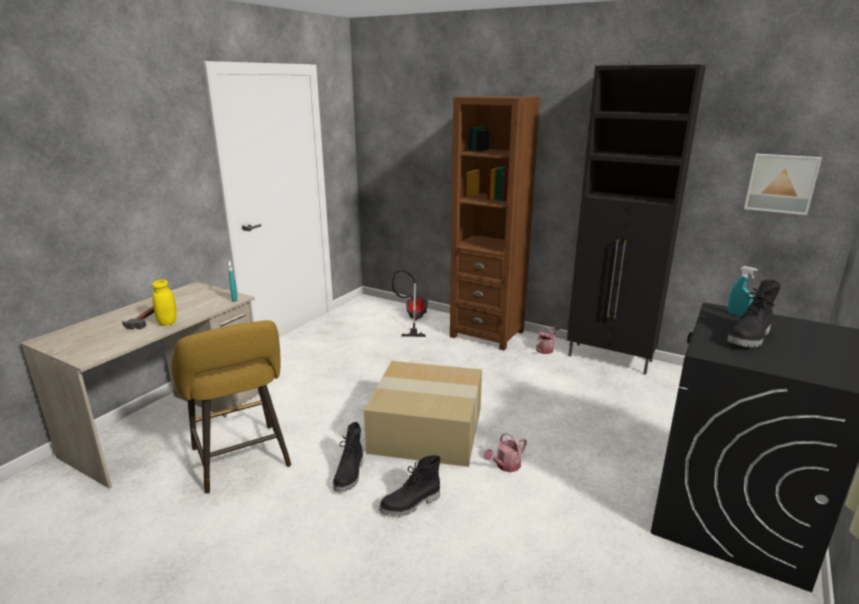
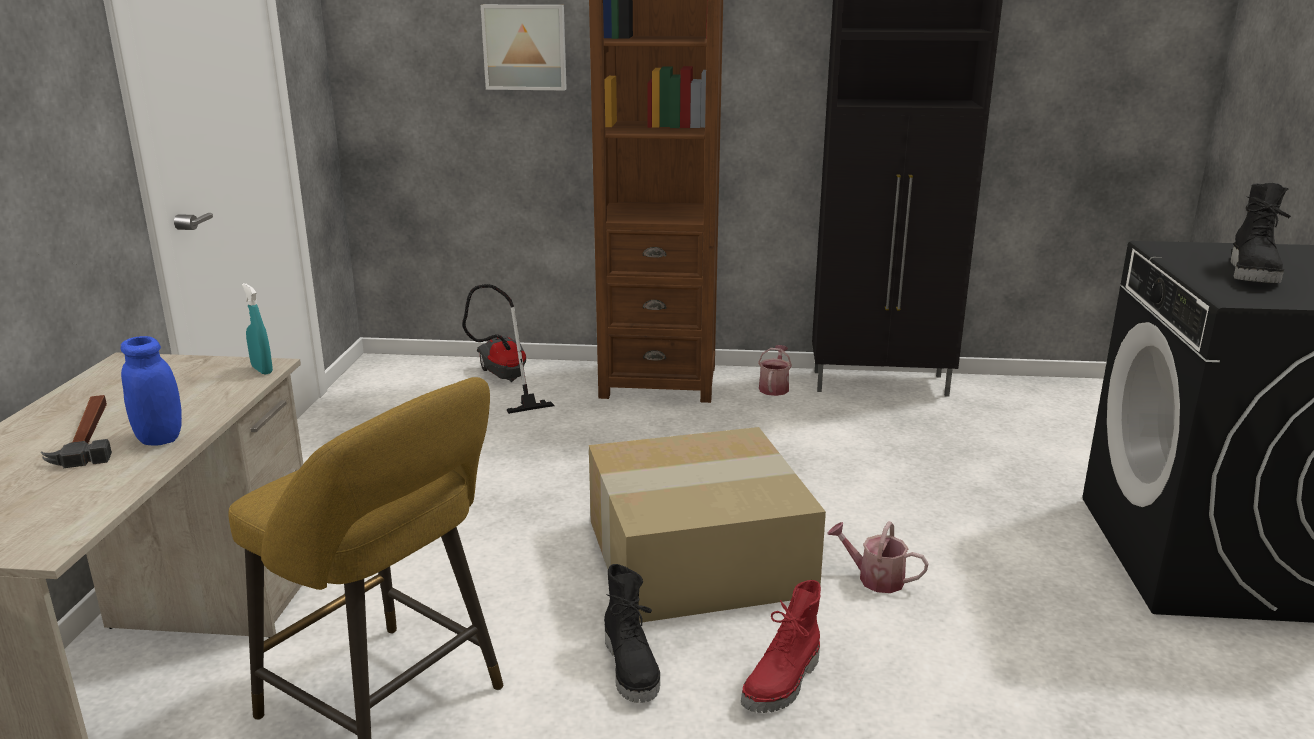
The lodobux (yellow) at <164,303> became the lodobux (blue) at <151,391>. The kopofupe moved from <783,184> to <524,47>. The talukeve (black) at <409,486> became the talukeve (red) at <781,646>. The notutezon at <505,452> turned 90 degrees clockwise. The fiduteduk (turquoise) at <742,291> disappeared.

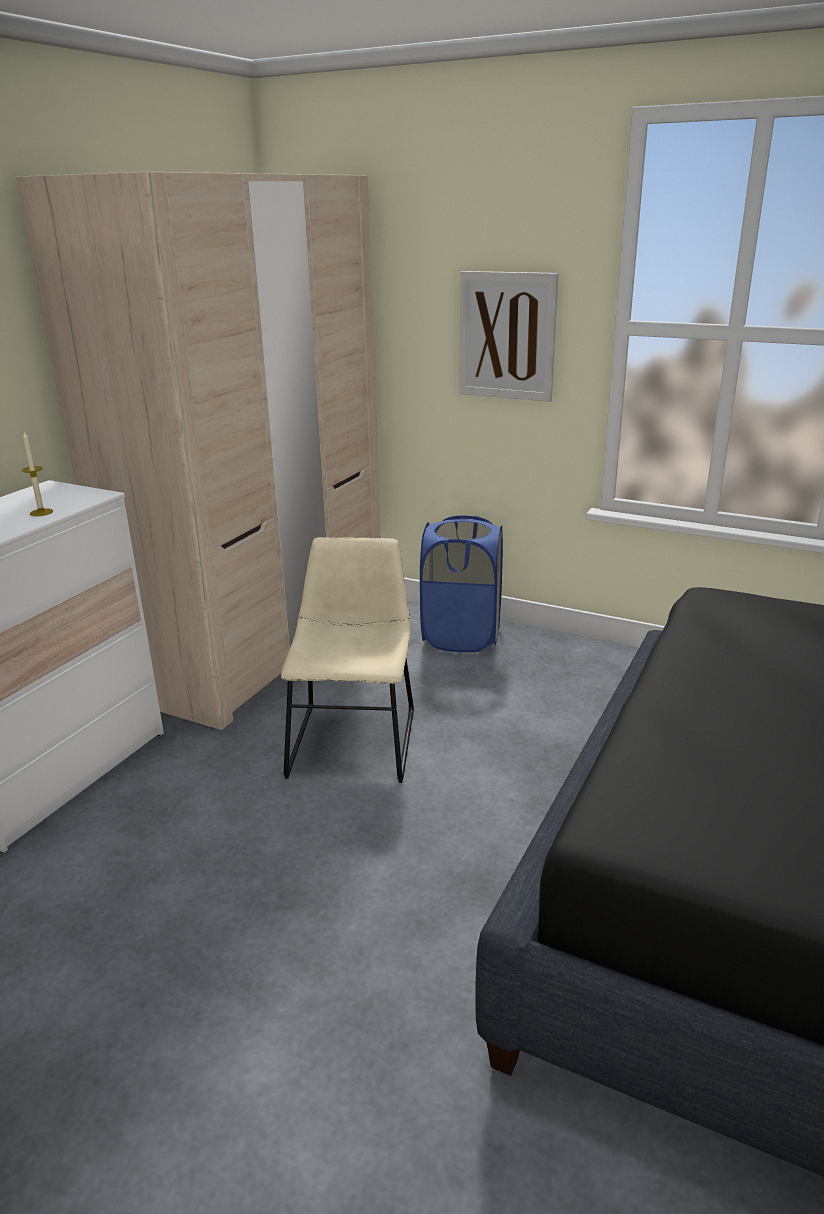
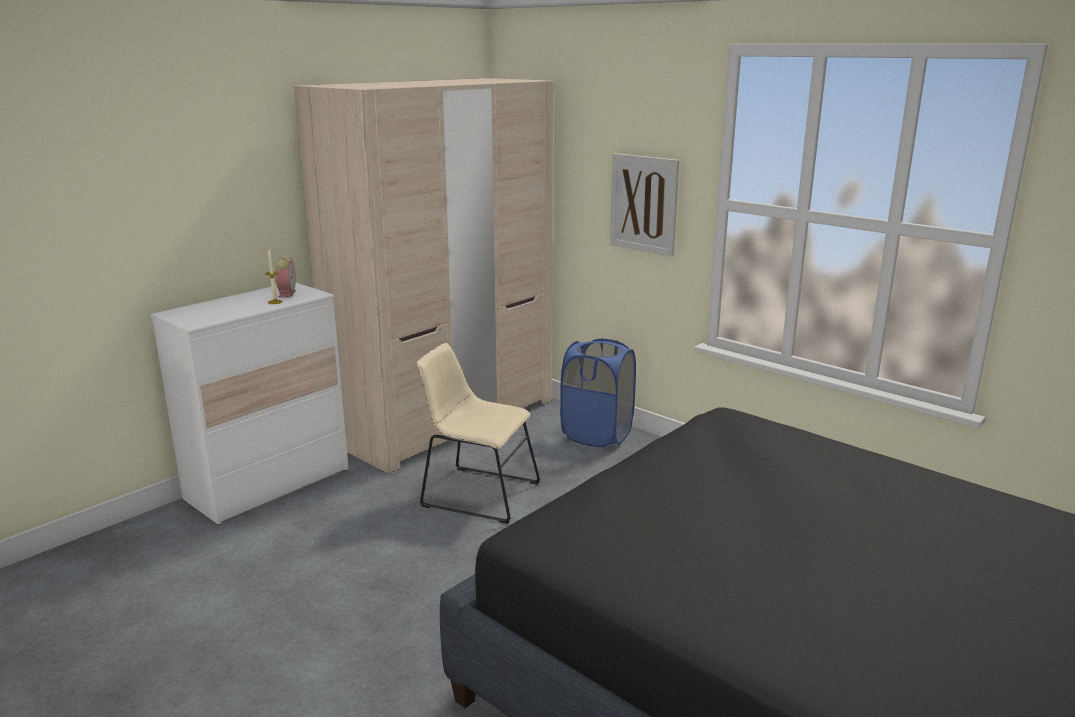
The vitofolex at <285,276> appeared. The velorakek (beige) at <347,660> turned 90 degrees counterclockwise.

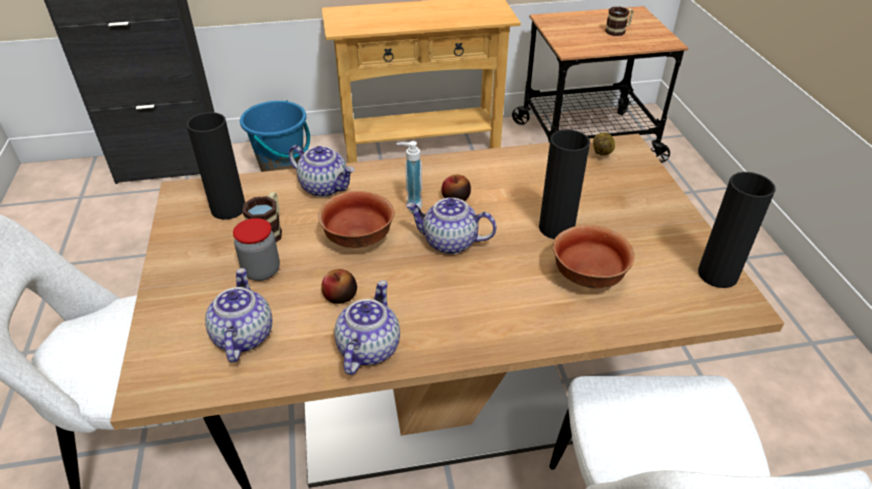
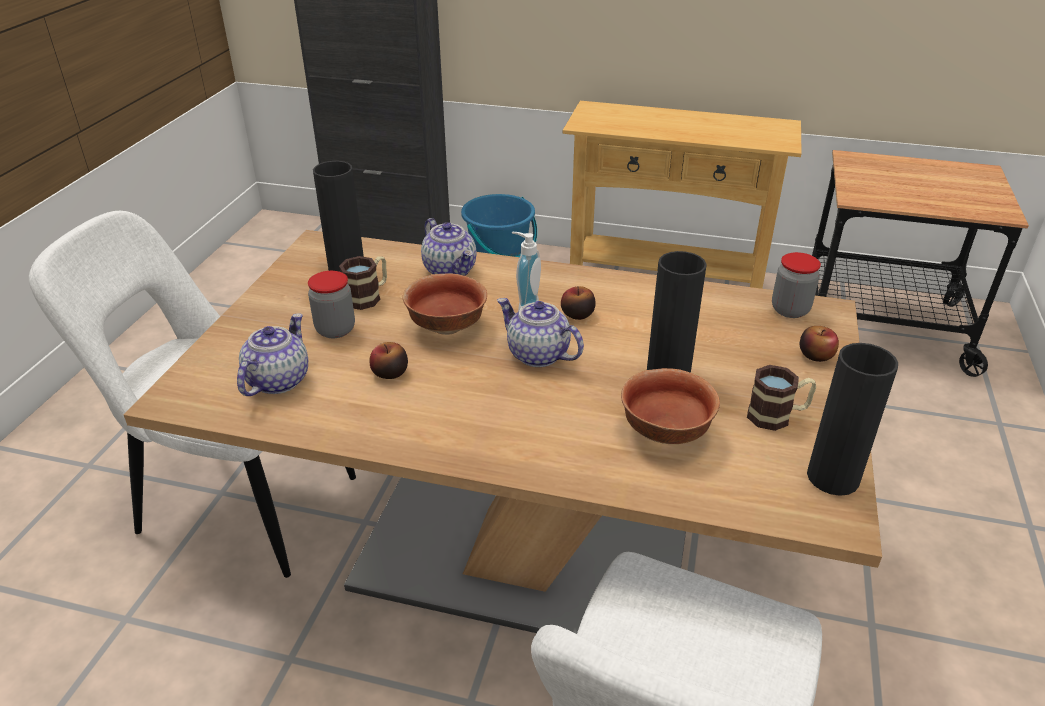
The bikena moved from <619,21> to <781,398>. The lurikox at <604,144> was replaced by the lodobux at <796,285>. The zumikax at <819,344> appeared. The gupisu at <367,327> disappeared.

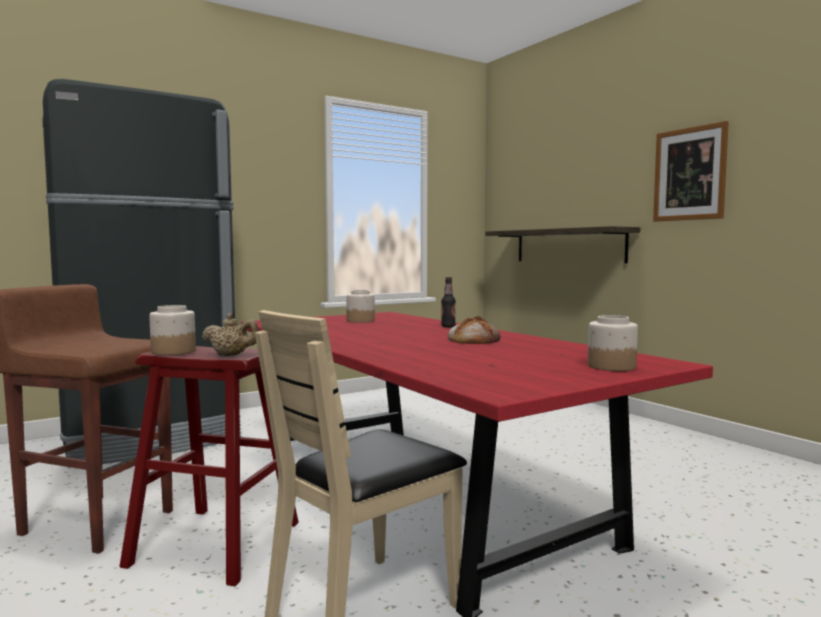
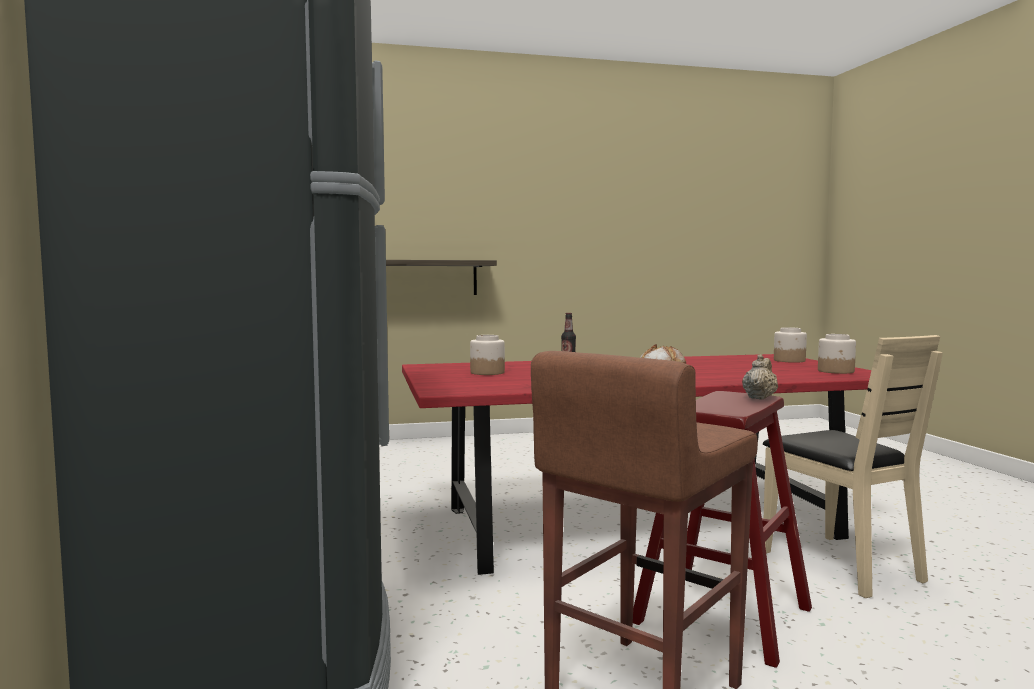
The lodobux moved from <172,330> to <837,354>. The kopofupe at <691,171> disappeared.

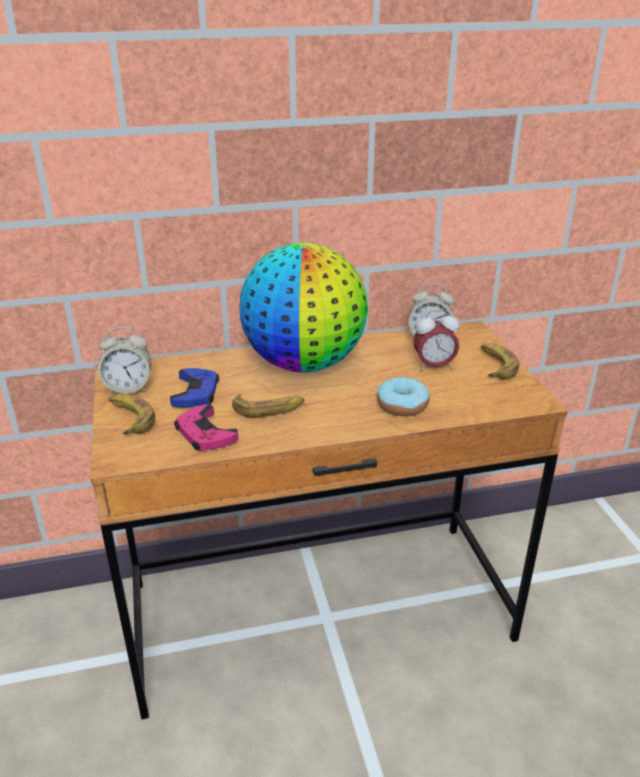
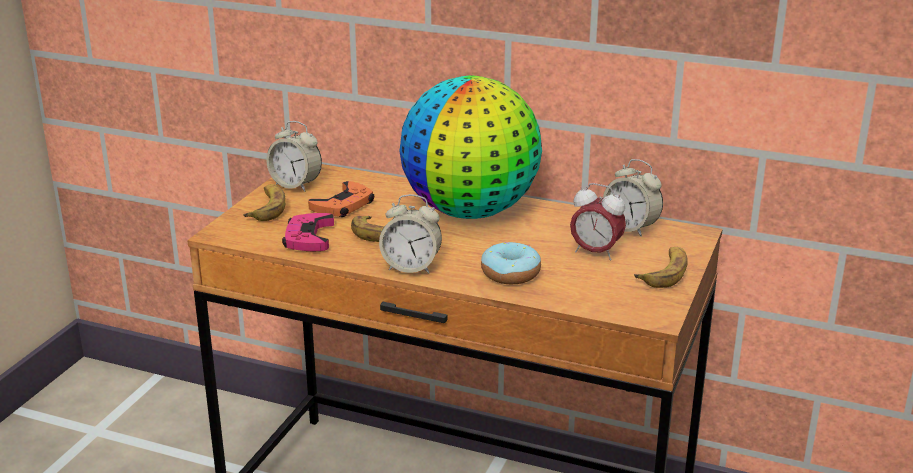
The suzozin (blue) at <194,387> became the suzozin (orange) at <341,199>. The vitofolex at <410,234> appeared.

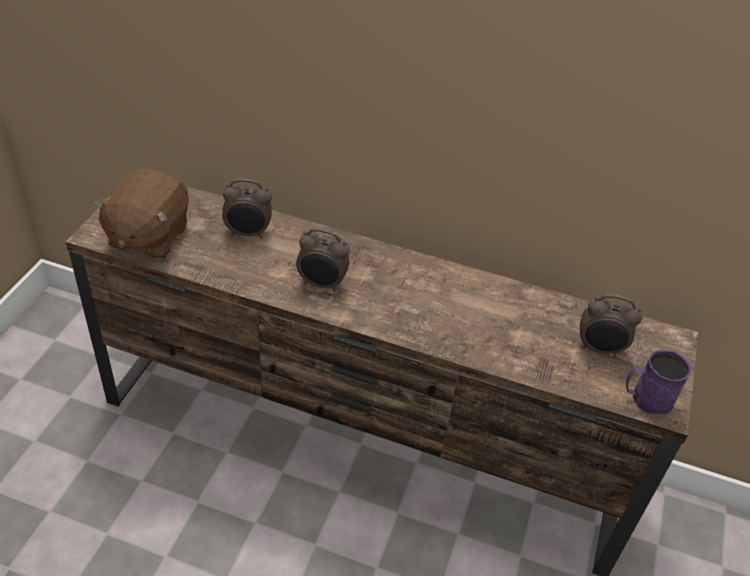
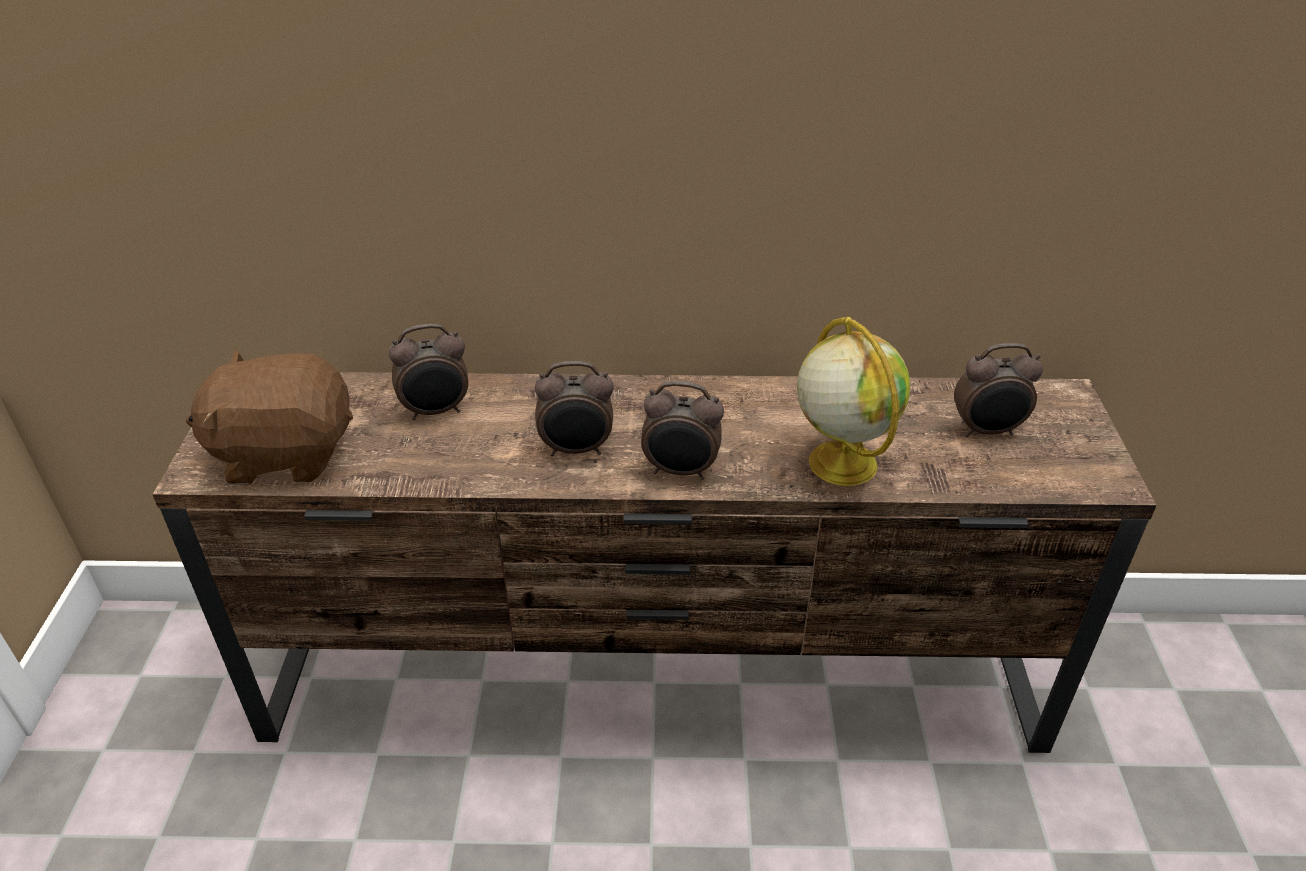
The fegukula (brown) at <141,213> turned 90 degrees clockwise. The vitofolex at <682,430> appeared. The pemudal at <853,401> appeared. The bikena (purple) at <659,382> disappeared.

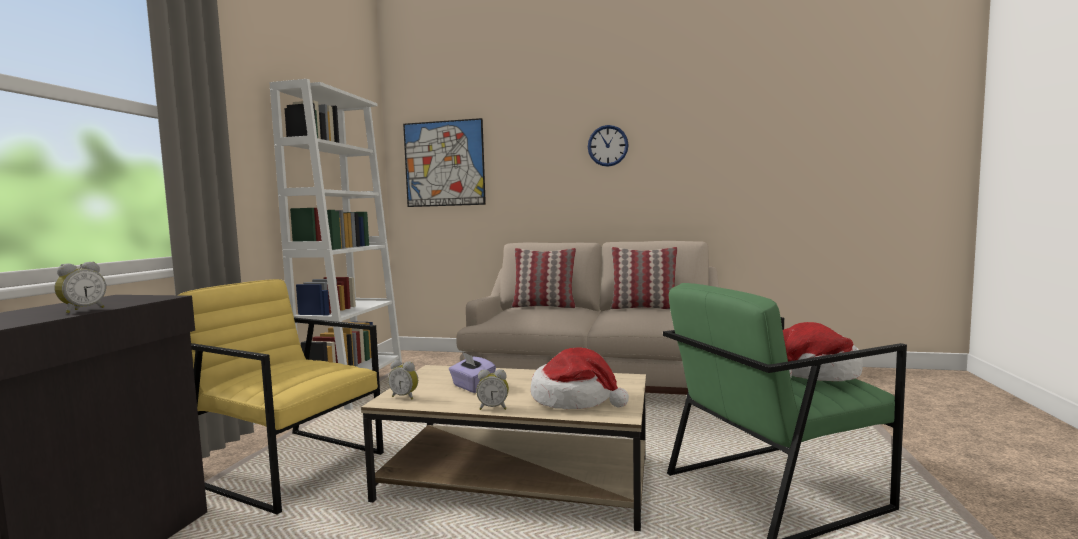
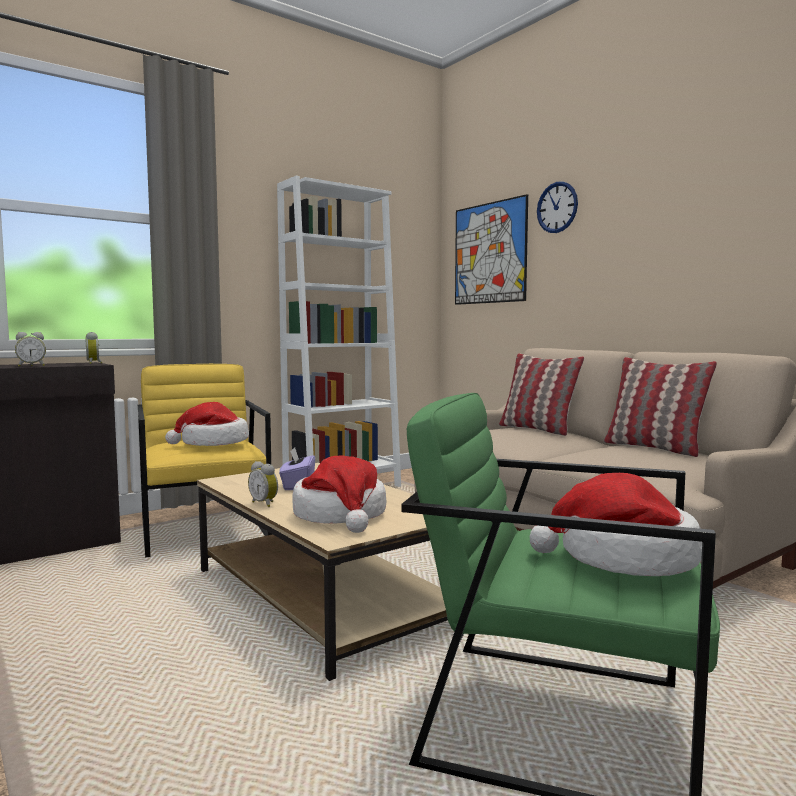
The vitofolex moved from <403,380> to <94,348>. The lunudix at <207,424> appeared. The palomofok moved from <608,146> to <557,207>.

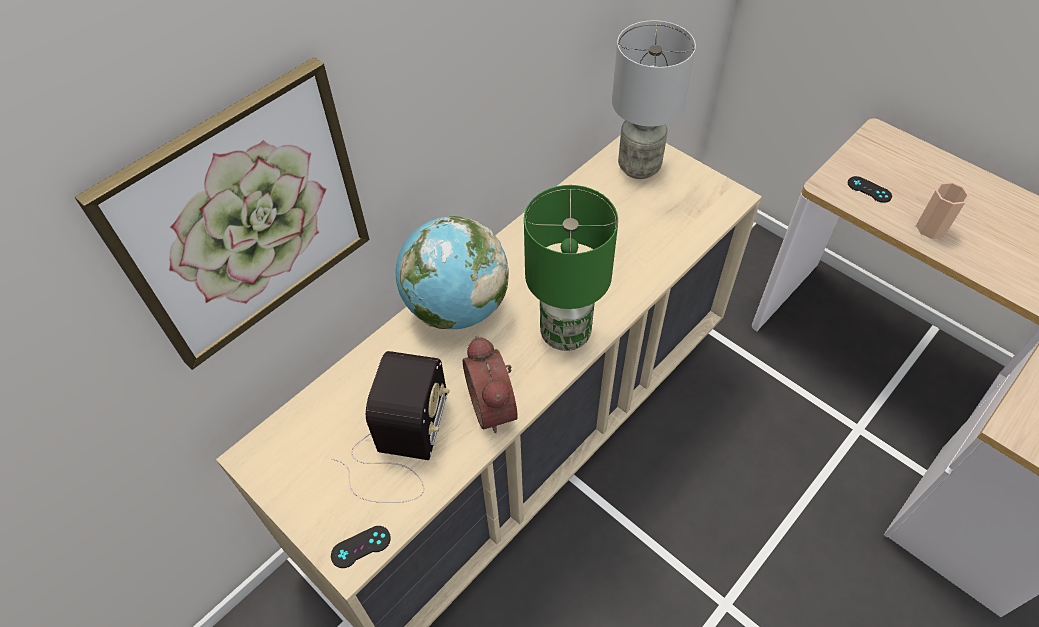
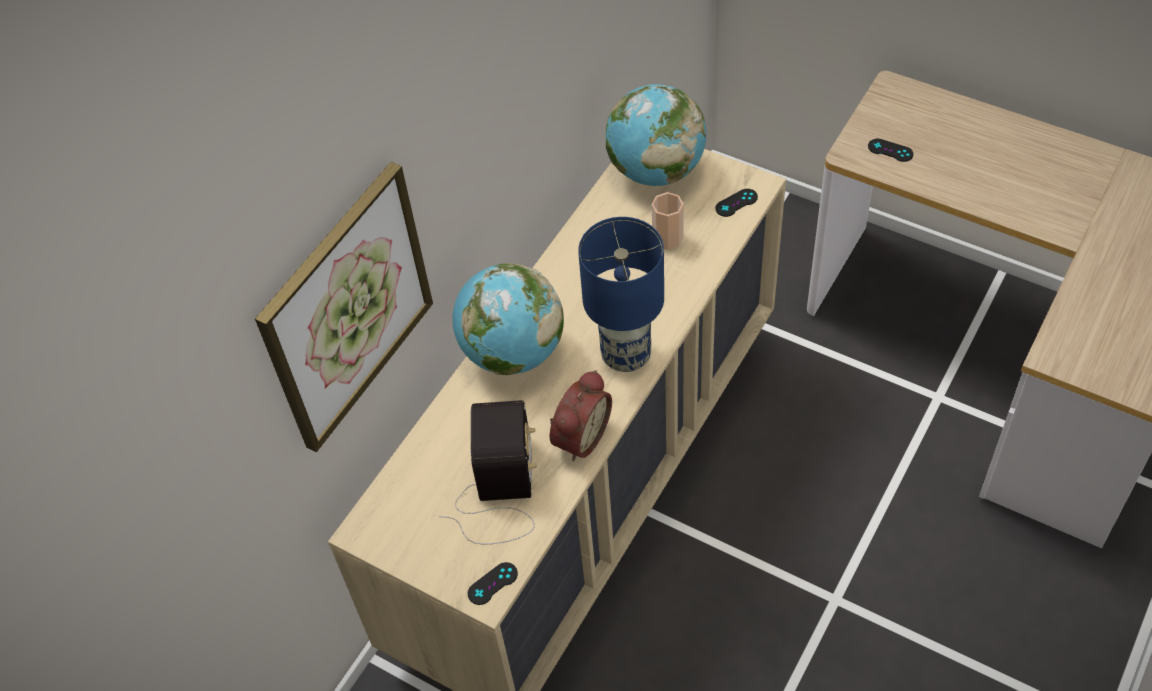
The vitofolex at <490,384> turned 120 degrees counterclockwise. The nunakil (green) at <571,268> became the nunakil (blue) at <621,294>. The nunakil (grey) at <654,99> was replaced by the pemudal at <656,135>. The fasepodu moved from <942,210> to <668,221>. The suzozin (black) at <736,203> appeared.

